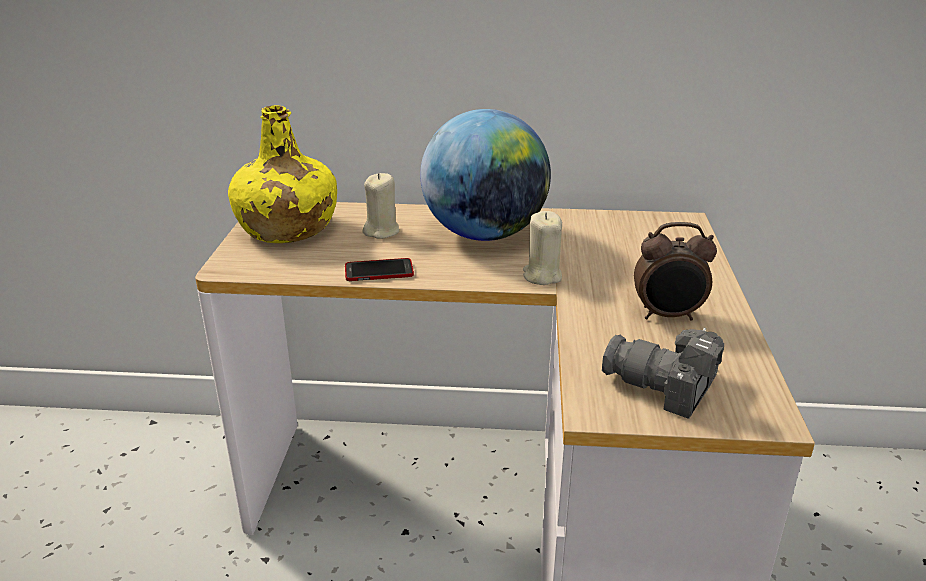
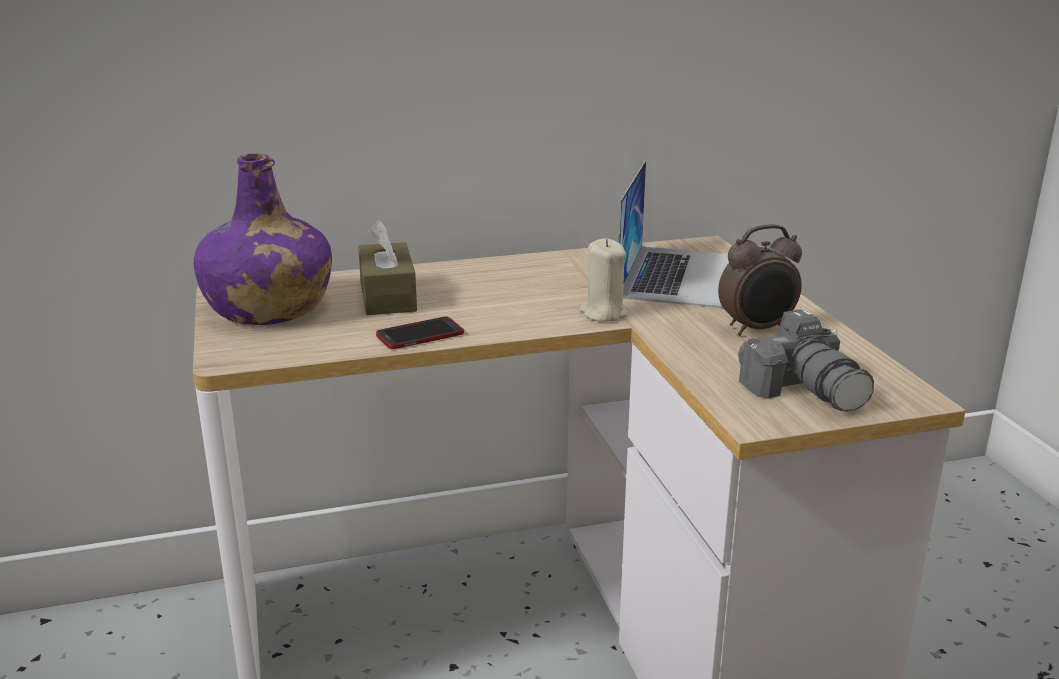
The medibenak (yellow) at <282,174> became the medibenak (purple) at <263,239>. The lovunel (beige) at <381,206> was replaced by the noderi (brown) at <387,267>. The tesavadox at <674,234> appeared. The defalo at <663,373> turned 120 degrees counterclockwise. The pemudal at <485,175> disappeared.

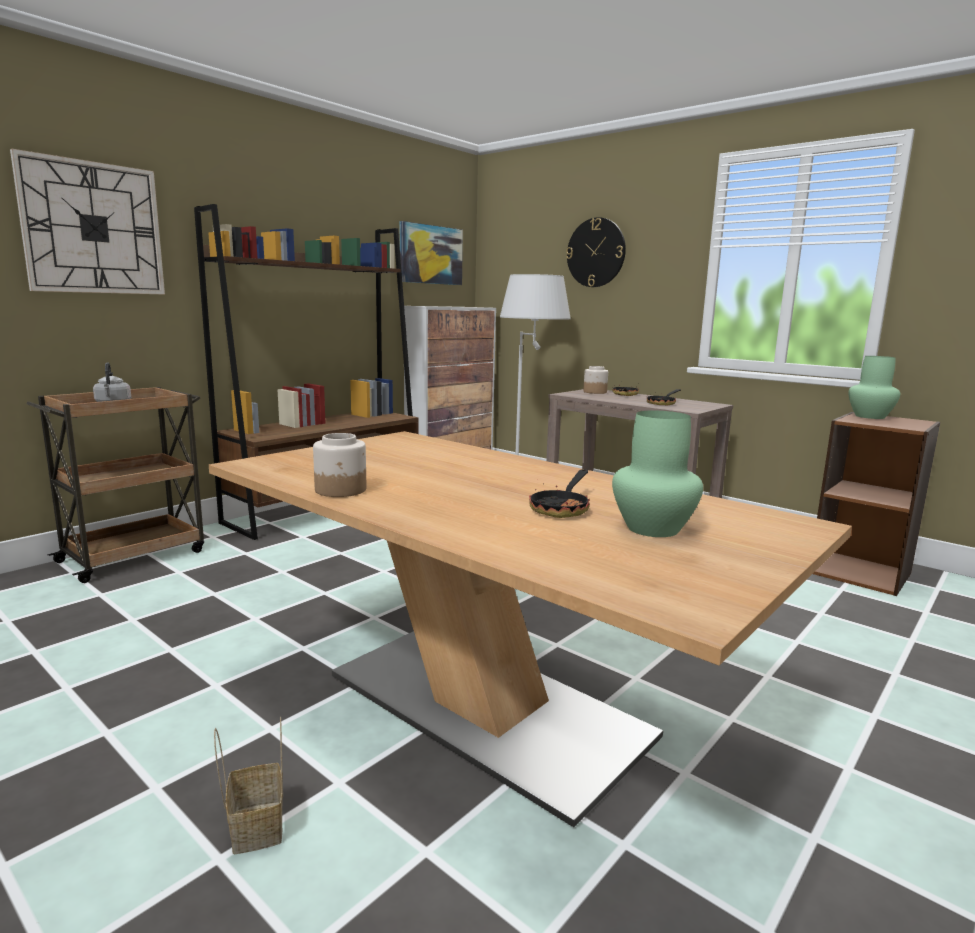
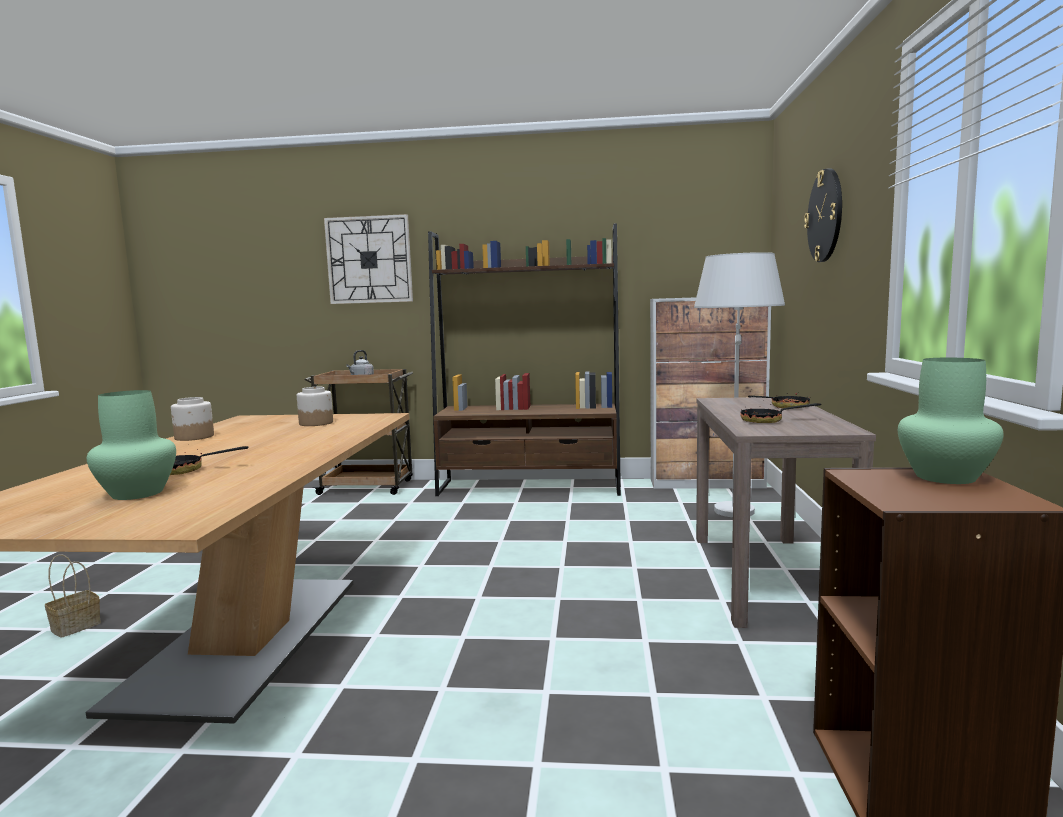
The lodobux moved from <595,380> to <315,406>. The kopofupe at <431,253> disappeared.

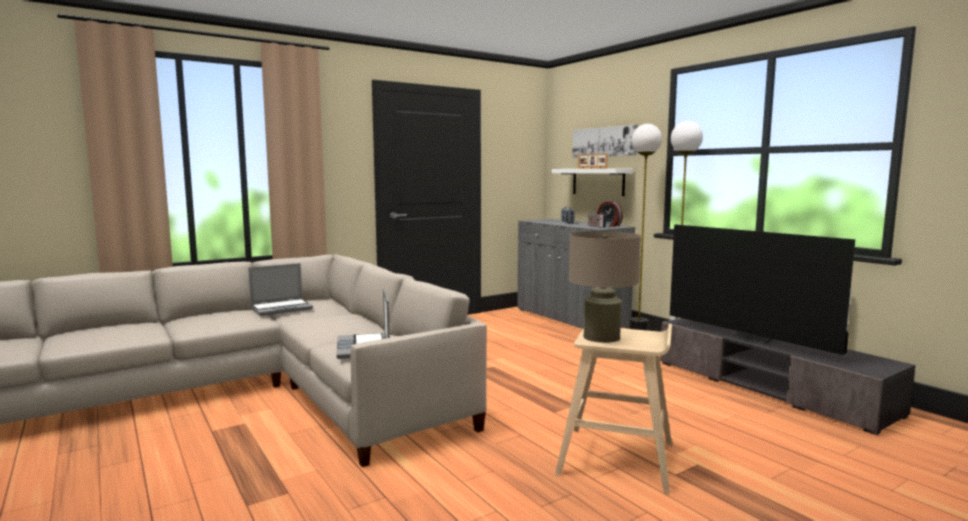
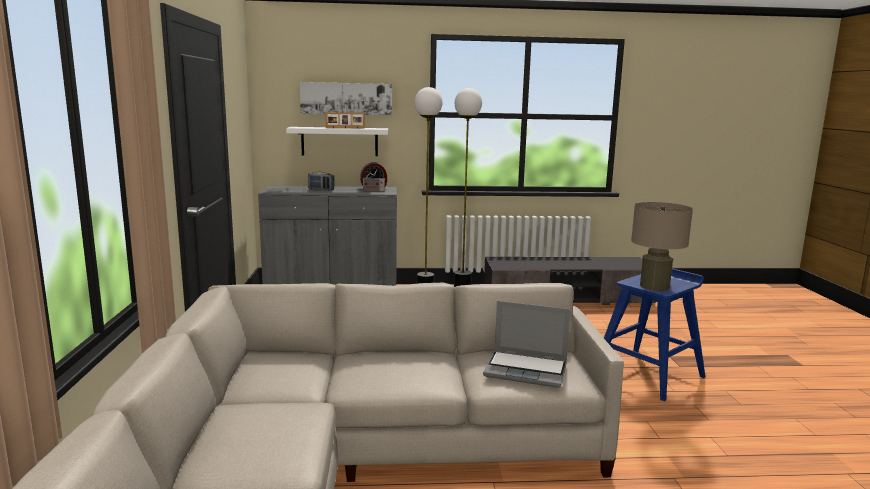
The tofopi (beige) at <613,409> became the tofopi (blue) at <654,335>. The tesavadox at <280,289> disappeared. The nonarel at <762,289> disappeared.

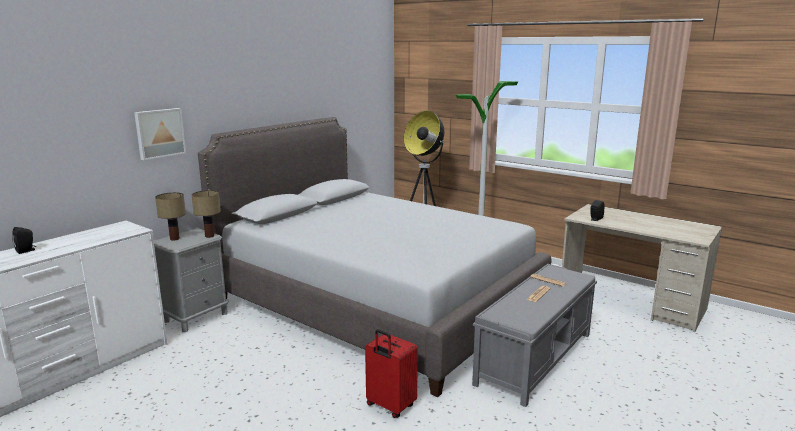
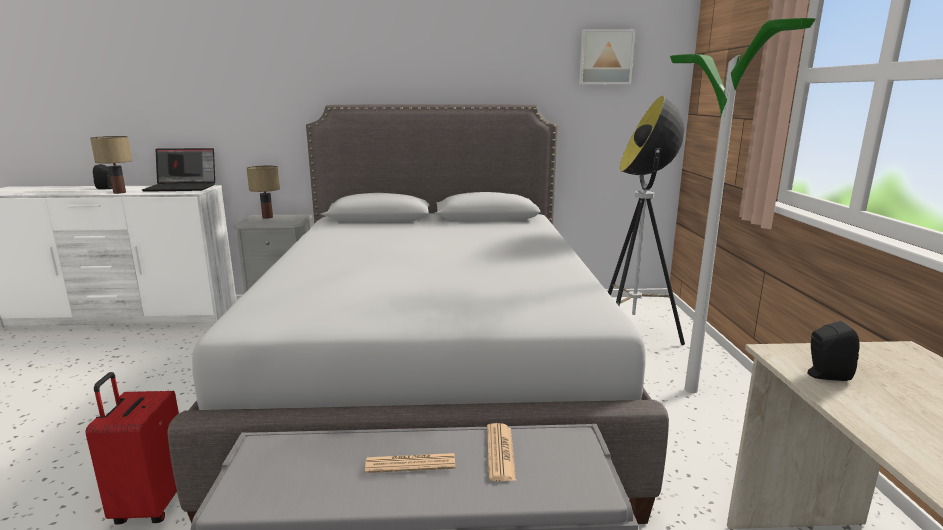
The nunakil moved from <206,214> to <111,165>. The tesavadox at <178,170> appeared. The kopofupe moved from <160,134> to <607,56>.

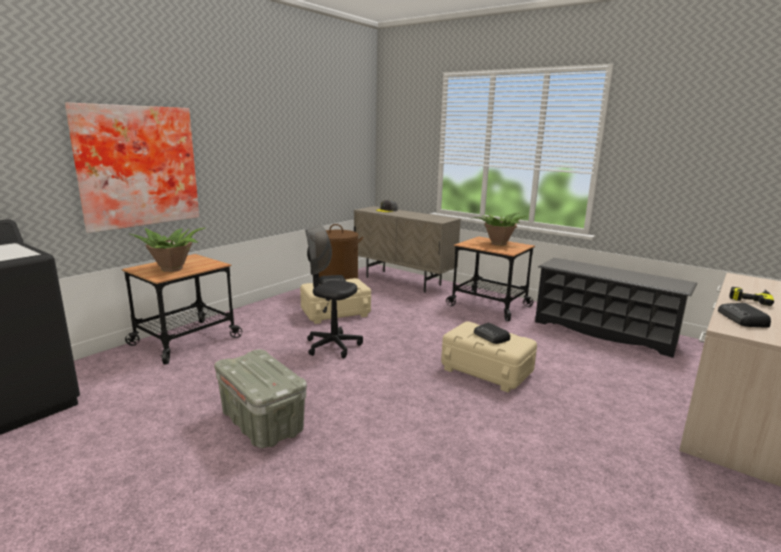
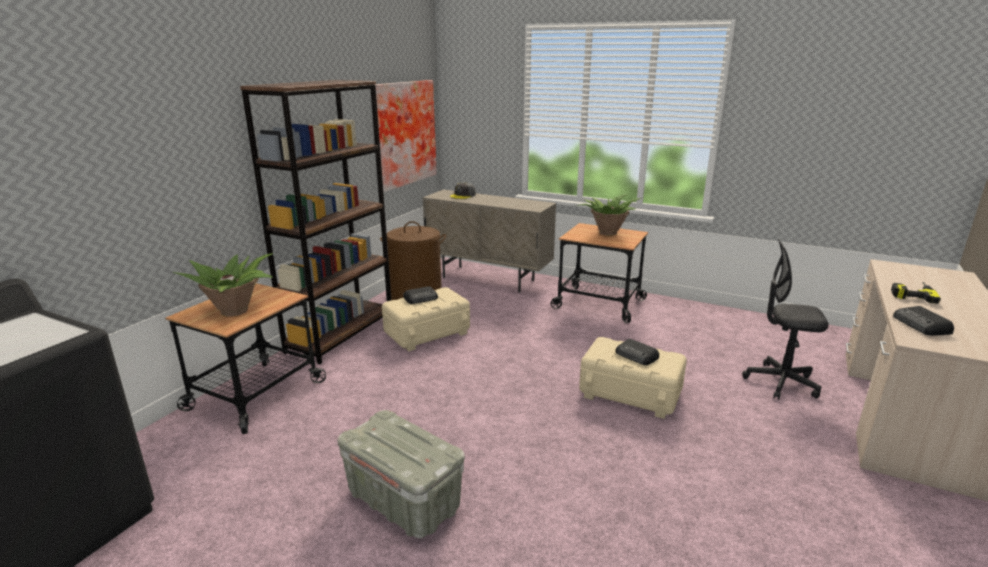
The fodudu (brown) at <315,222> appeared. The kopofupe moved from <132,167> to <406,136>. The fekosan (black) moved from <334,291> to <785,319>. The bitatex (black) at <616,308> disappeared.

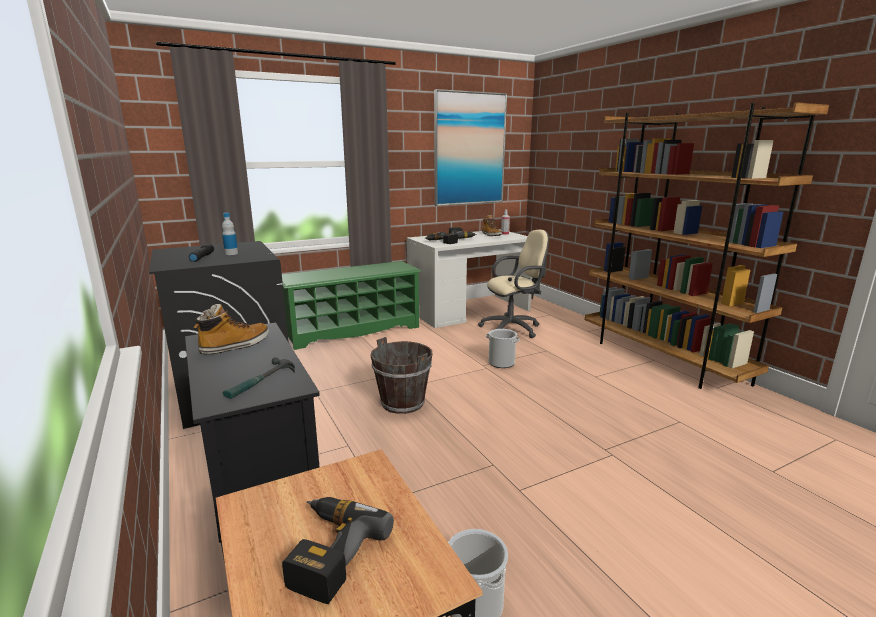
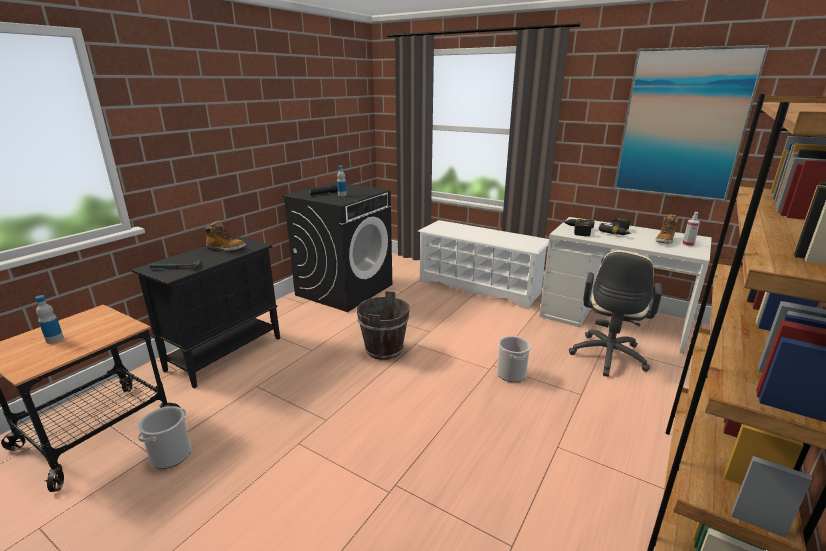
The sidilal at <338,550> was replaced by the medibenak at <49,319>. The bitatex (green) at <351,305> became the bitatex (white) at <483,264>. The fekosan (beige) at <513,284> turned 75 degrees clockwise.

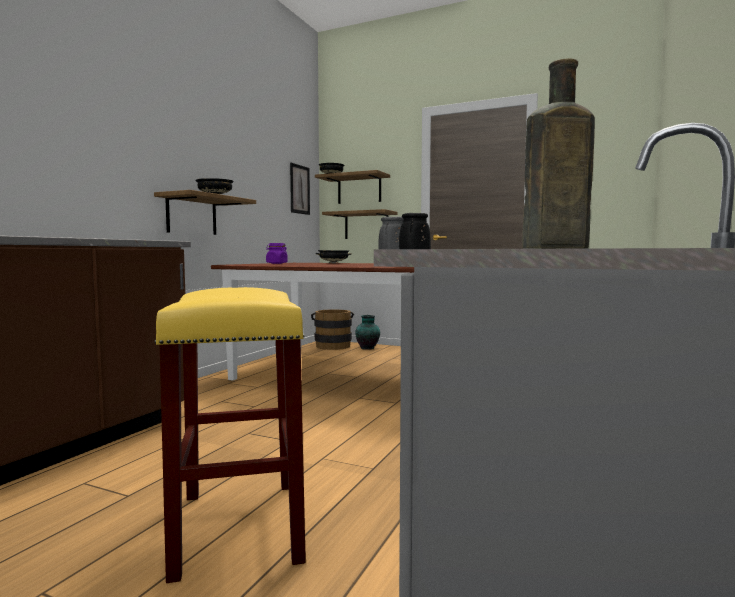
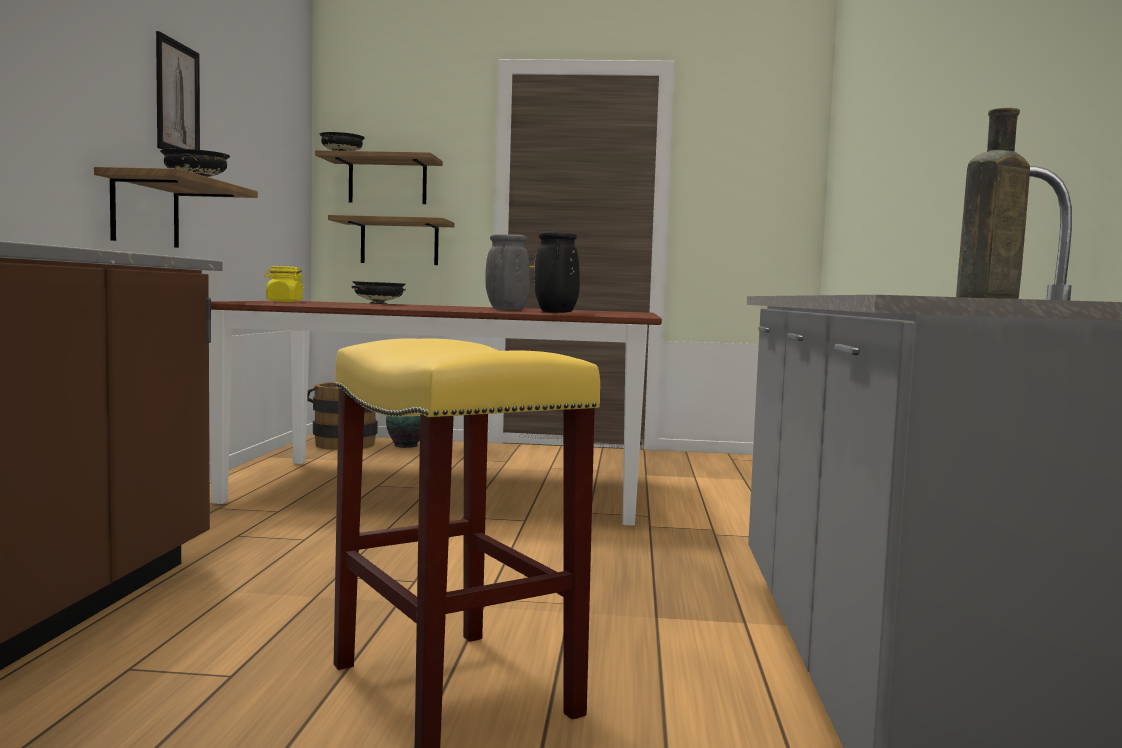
The kopofupe moved from <300,189> to <178,90>. The lodobux (purple) at <277,253> became the lodobux (yellow) at <284,284>.

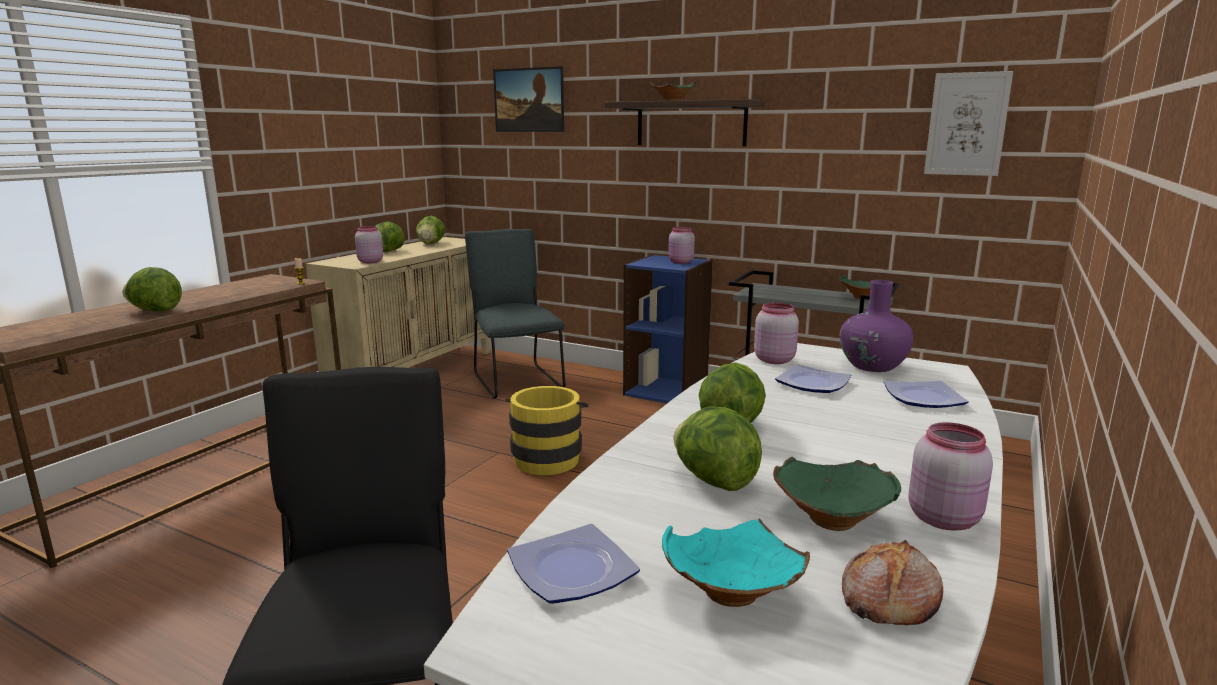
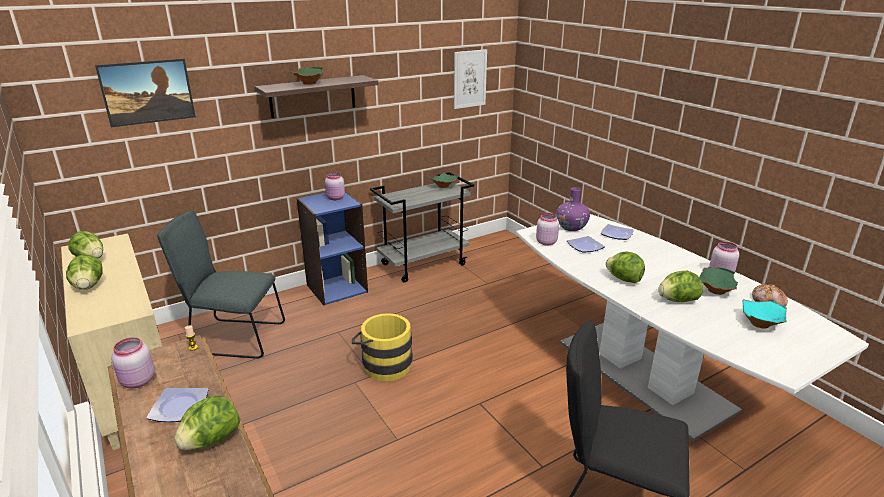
The lodobux (pink) moved from <369,244> to <133,363>. The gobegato moved from <573,564> to <177,405>.

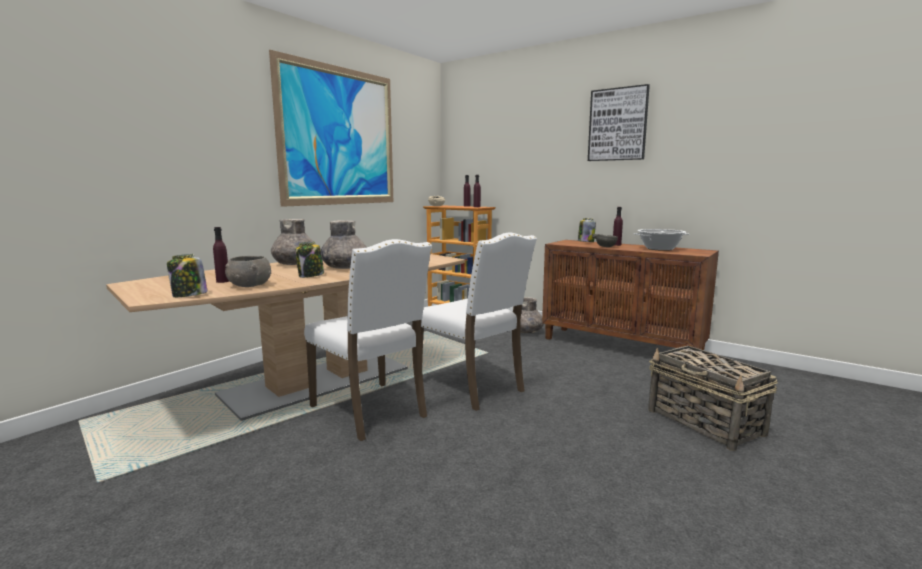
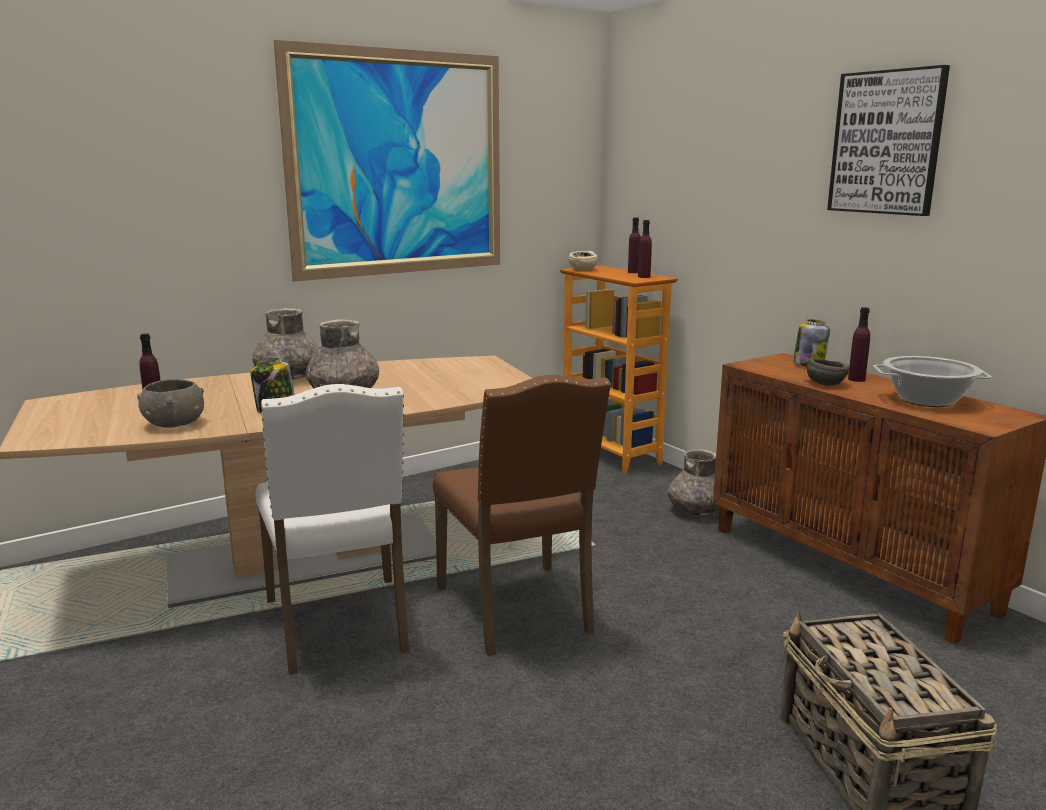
The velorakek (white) at <479,322> became the velorakek (brown) at <522,515>. The lodobux at <187,275> disappeared.

